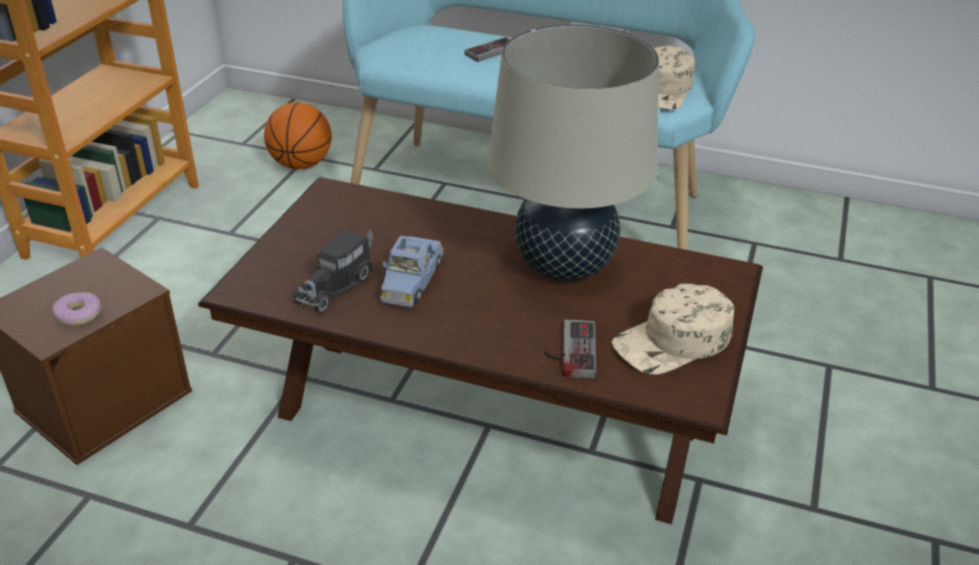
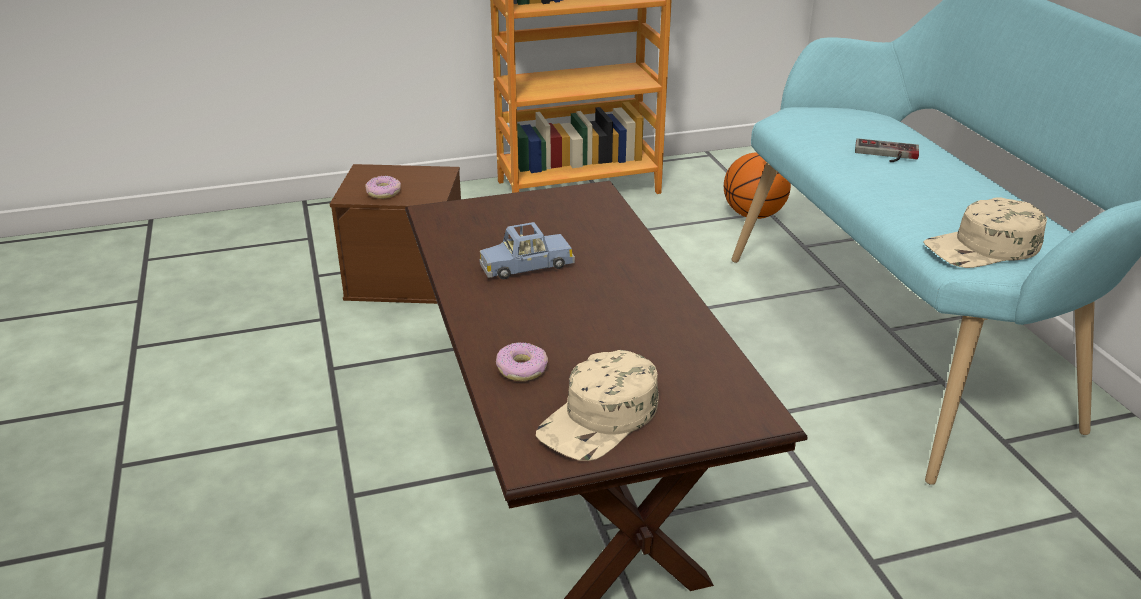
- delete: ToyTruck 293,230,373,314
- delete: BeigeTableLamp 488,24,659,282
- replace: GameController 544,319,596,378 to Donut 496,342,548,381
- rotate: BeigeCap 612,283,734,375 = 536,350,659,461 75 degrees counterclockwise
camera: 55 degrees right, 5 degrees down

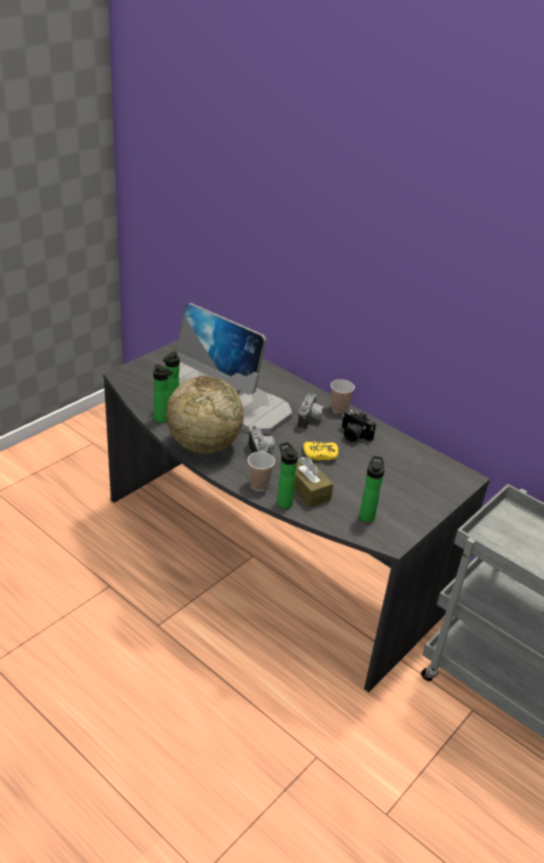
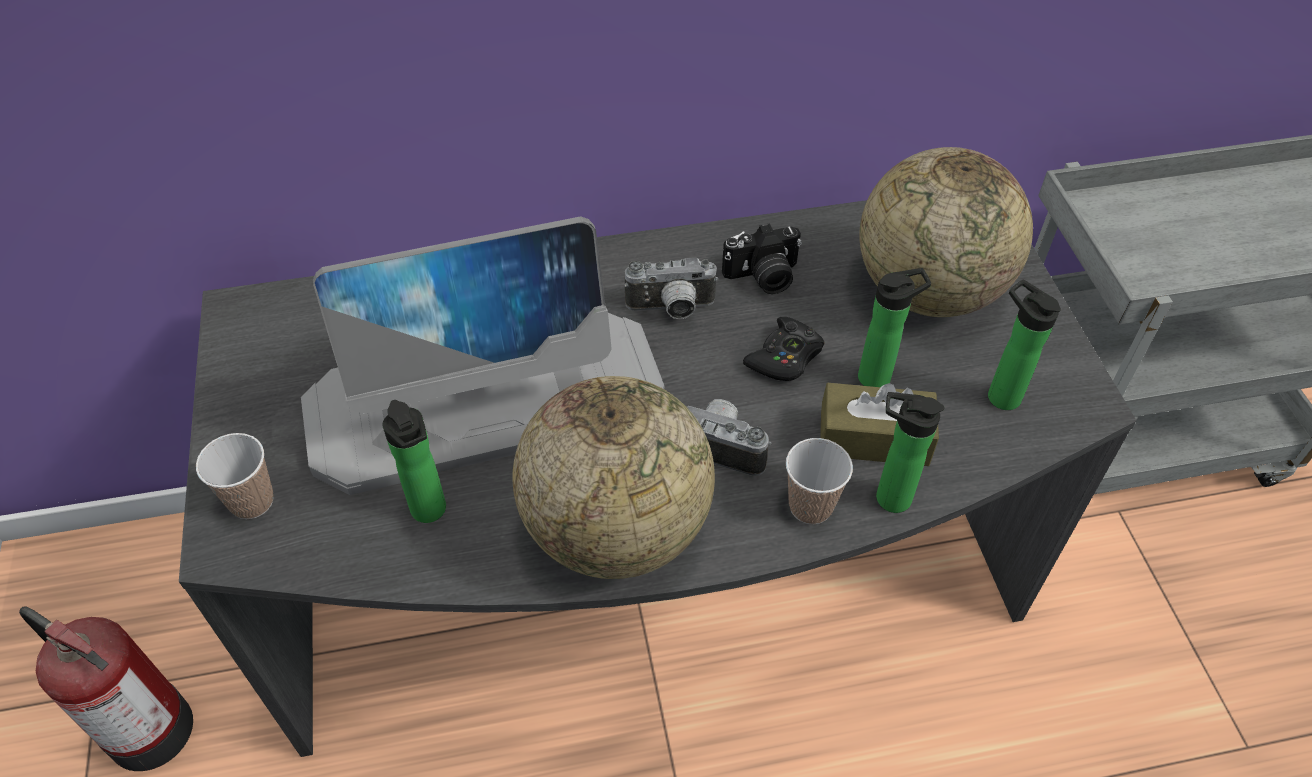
- insert: FireExtinguisher 19,606,193,771
- insert: Globe 859,147,1033,317
- move: Bottle 153,364,173,423 to 858,268,931,387
- move: Cup 331,379,355,413 to 196,433,273,519
- recolor: YellowGameController 303,441,338,461 to BlackGameController 743,317,825,381
- rotate: PhotoCamera 298,392,324,430 = 624,258,719,319 120 degrees clockwise
camera: 50 degrees left, 15 degrees up

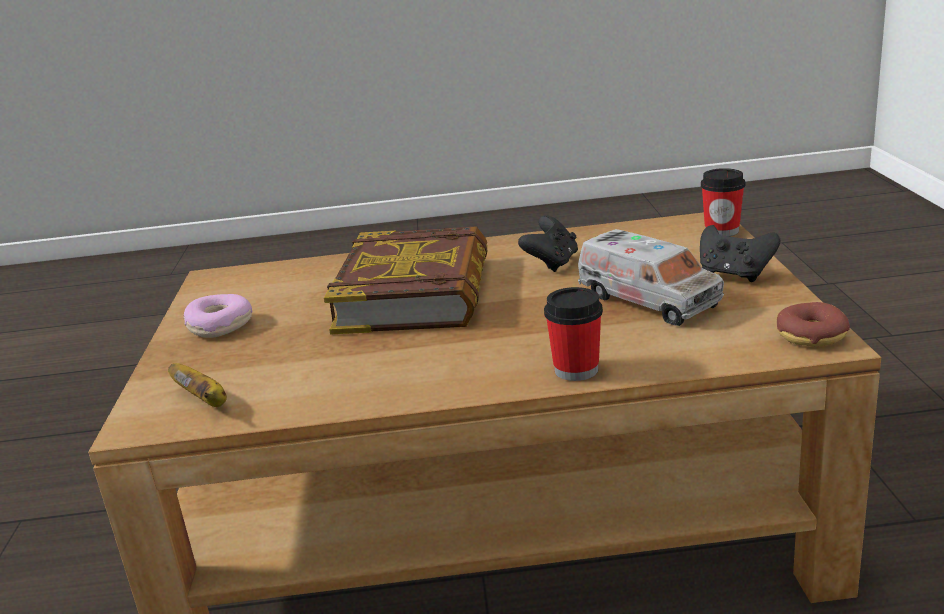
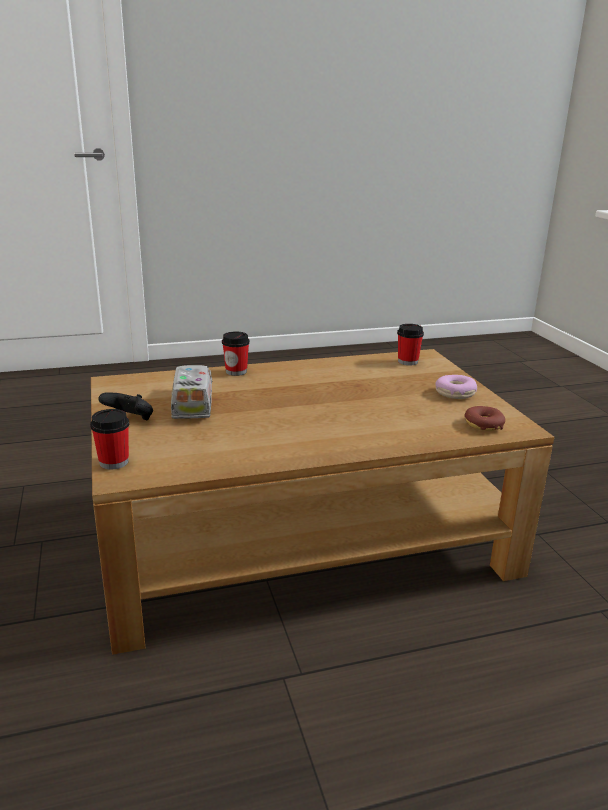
- delete: Book 324,226,487,335
- delete: BlackGameController 518,216,578,272
- move: Donut 777,302,850,346 to 464,406,506,431
- replace: Banana 168,363,227,407 to Cup 397,324,424,365
- rotate: ToyTruck 578,229,724,326 = 171,365,212,419 45 degrees clockwise
camera: 165 degrees right, 0 degrees up

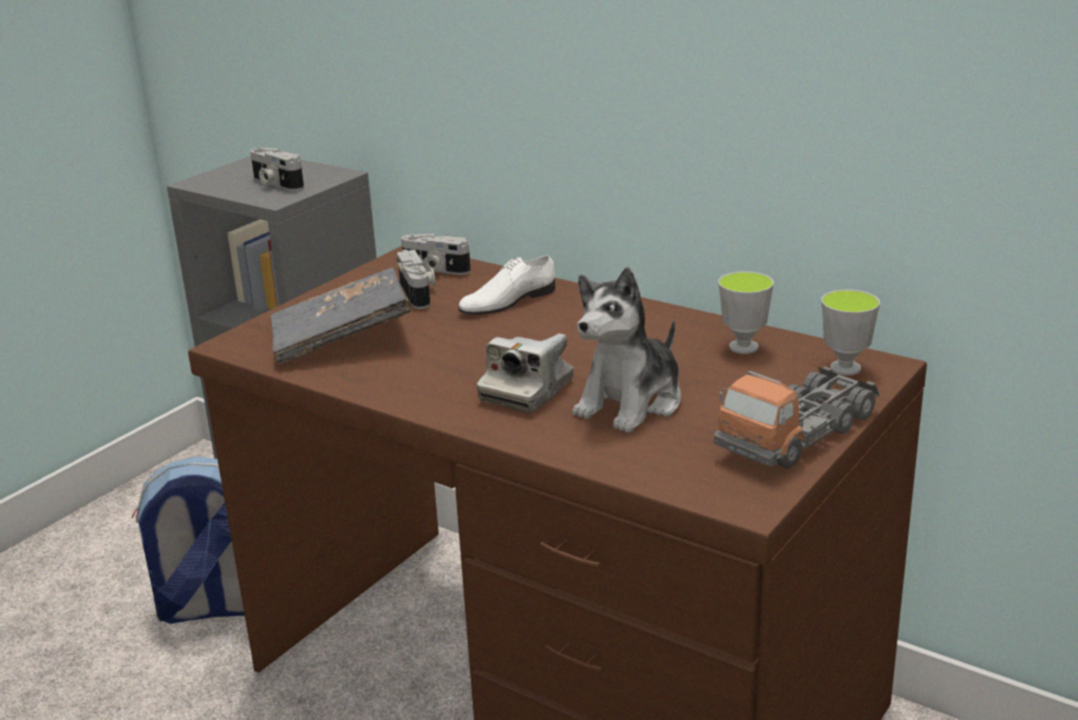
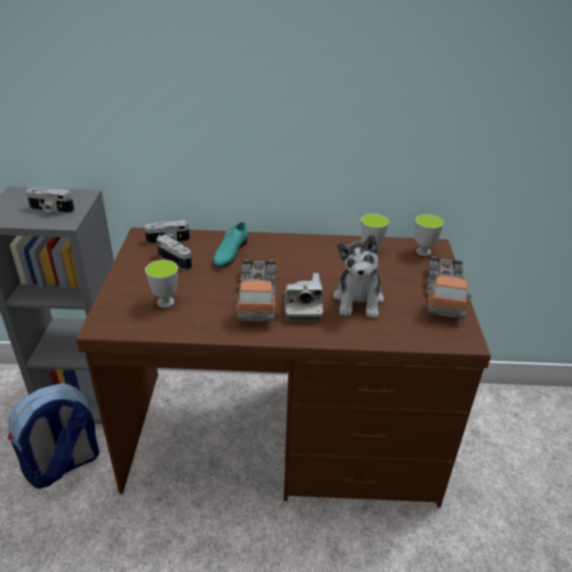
- insert: ToyTruck 235,260,277,321
- replace: GreyBook 270,268,411,364 to Cup 145,260,178,308
- recolor: WhiteShoe 458,255,555,315 to TurquoiseShoe 213,222,248,268
camera: 35 degrees left, 10 degrees up

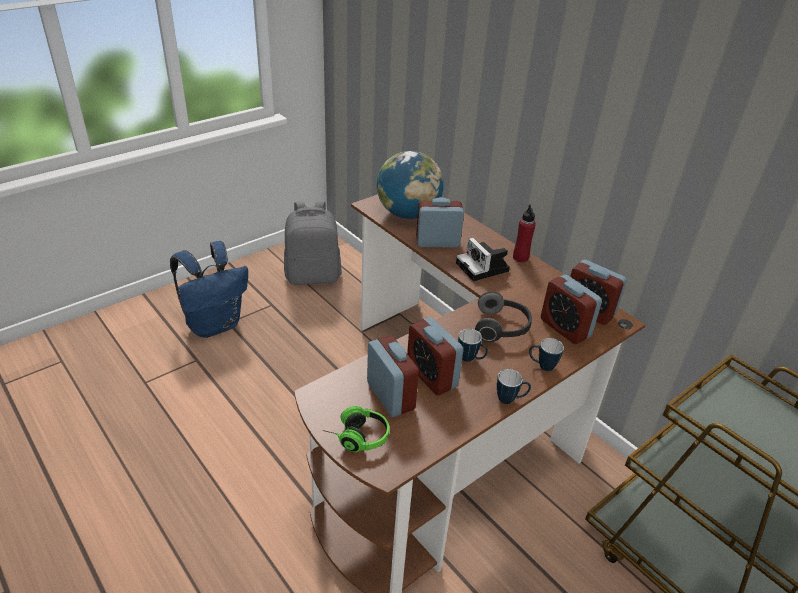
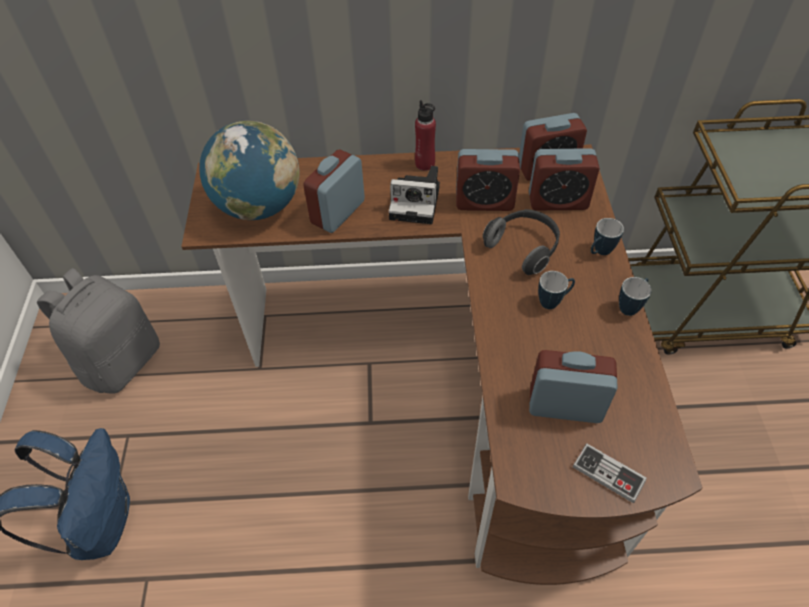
- move: AlarmClock 407,317,463,395 to 456,149,520,211
- replace: Headphones 322,406,389,452 to GameController 573,443,647,503
camera: 50 degrees left, 15 degrees up

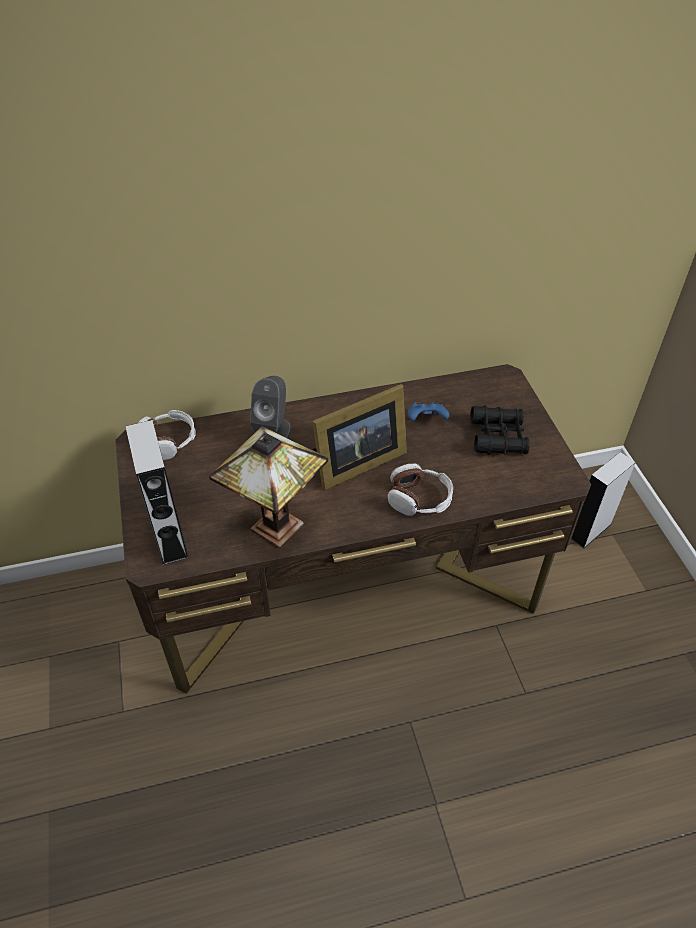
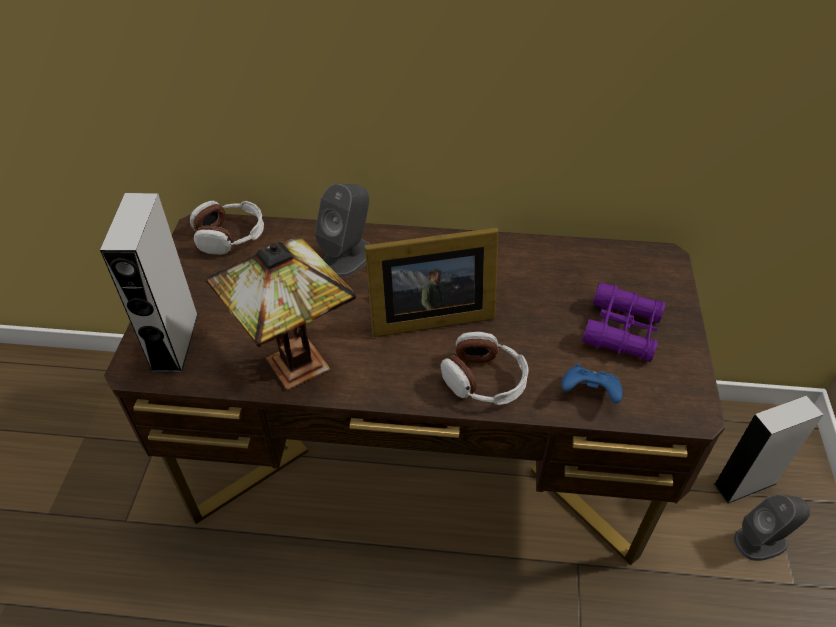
- insert: GreySpeaker 734,494,810,561
- move: BlueGameController 408,402,449,421 to 561,364,623,403
- recolor: BlackBinoculars 470,405,530,455 to PurpleBinoculars 582,283,666,362
camera: 20 degrees right, 0 degrees up

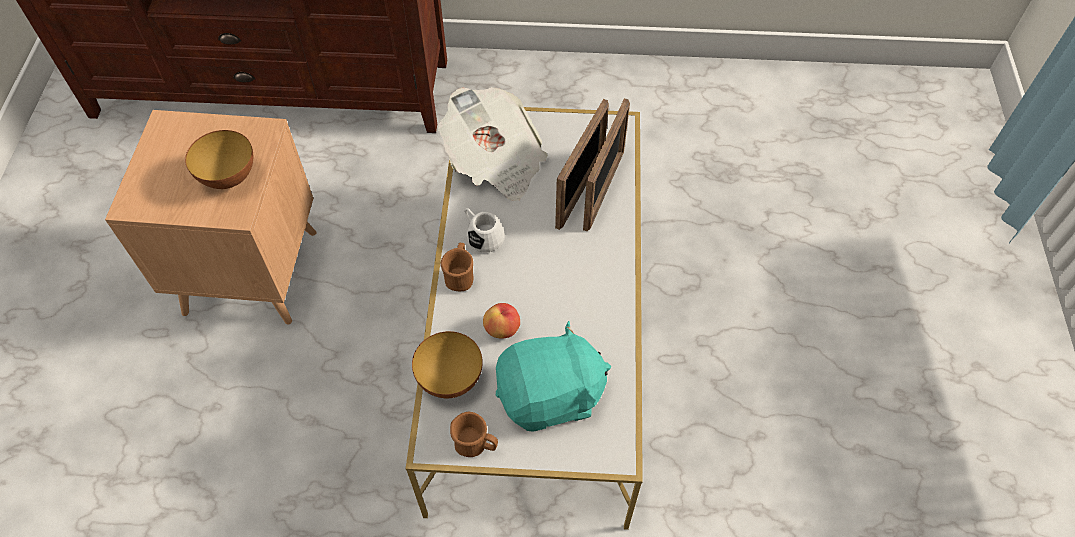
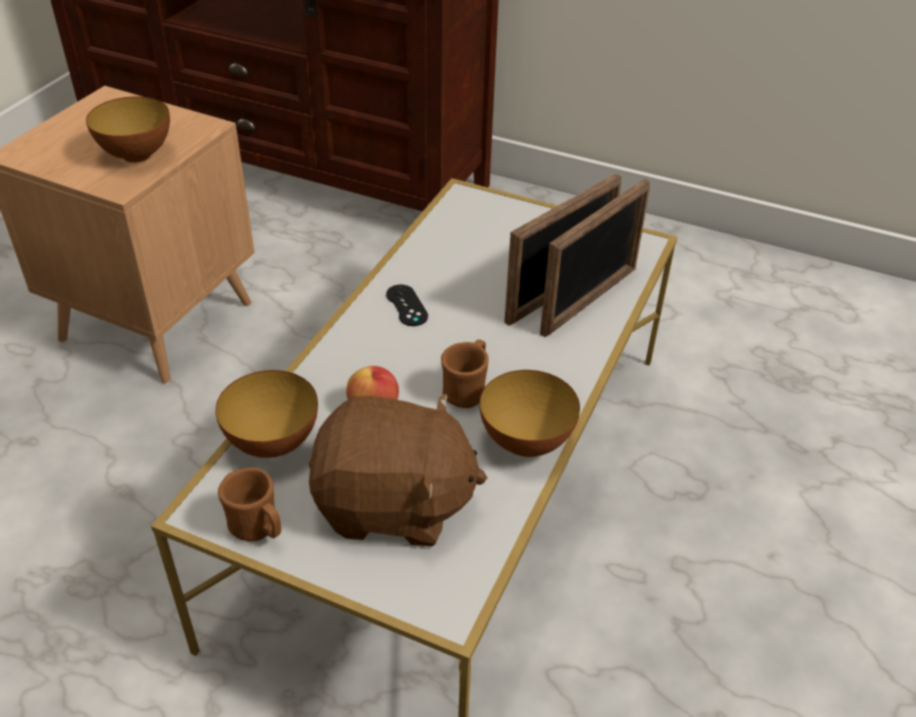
- delete: Newspaper 438,87,548,201
- insert: Bowl 480,370,580,457
- move: BrownMug 441,243,473,291 to 441,339,489,408
- replace: WhiteMug 465,208,505,253 to BlackGameController 386,285,428,326
- recolor: TurquoisePlushToy 496,321,611,432 to BrownPlushToy 309,393,487,546
camera: 20 degrees right, 15 degrees down

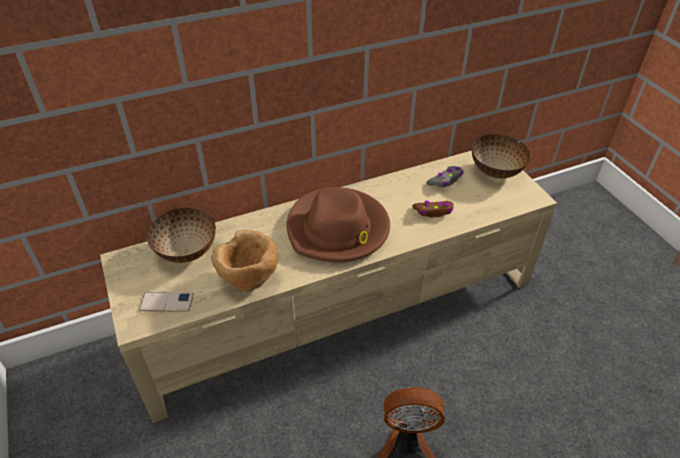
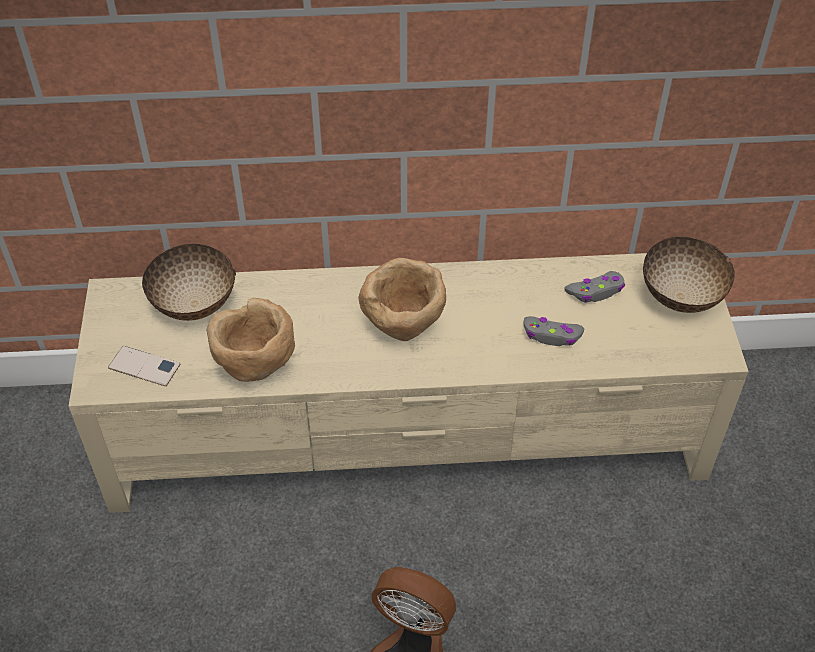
- replace: BrownHat 287,187,390,263 to BrownBowl 359,258,446,341
- recolor: BrownGameController 412,201,454,217 to GreyGameController 524,316,584,346
camera: 20 degrees right, 5 degrees up

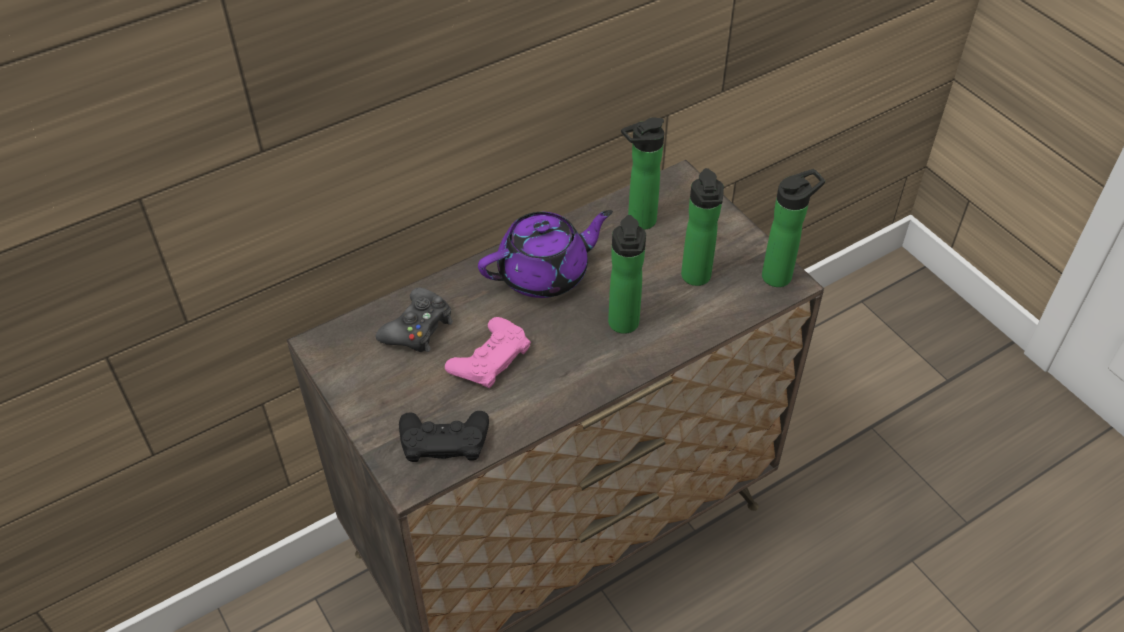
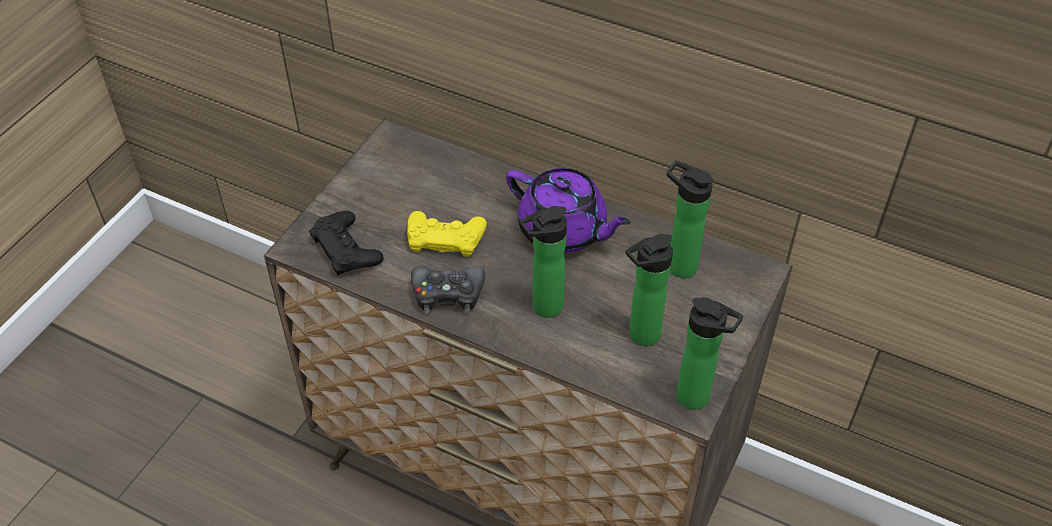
- move: BlackGameController 376,288,453,352 to 411,266,485,314
- recolor: PinkGameController 445,317,531,388 to YellowGameController 407,211,487,257
camera: 60 degrees right, 0 degrees up

